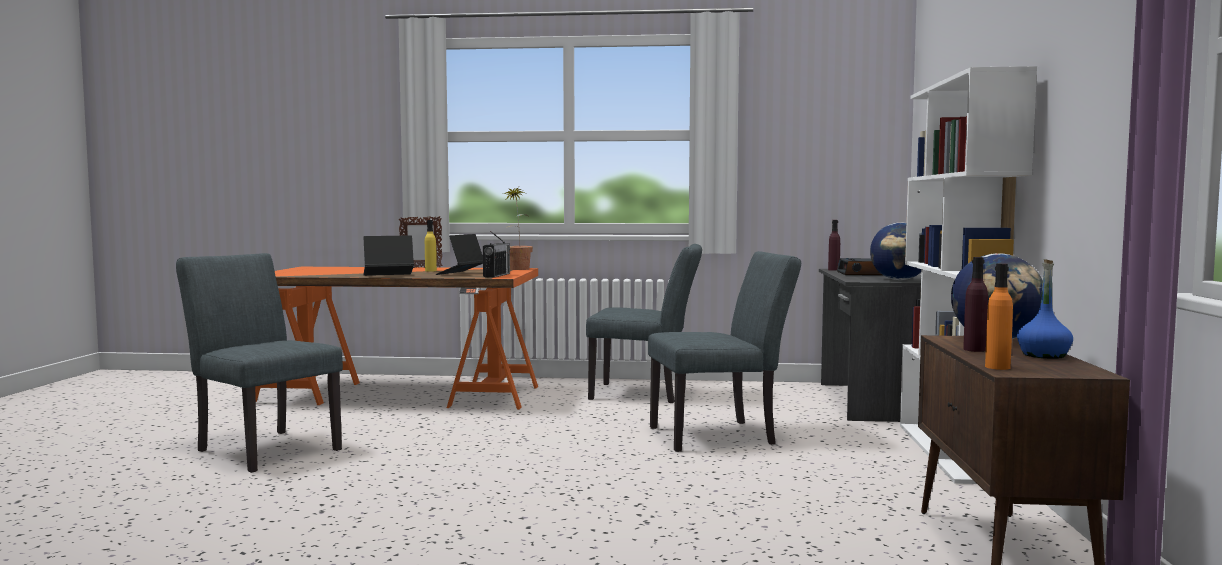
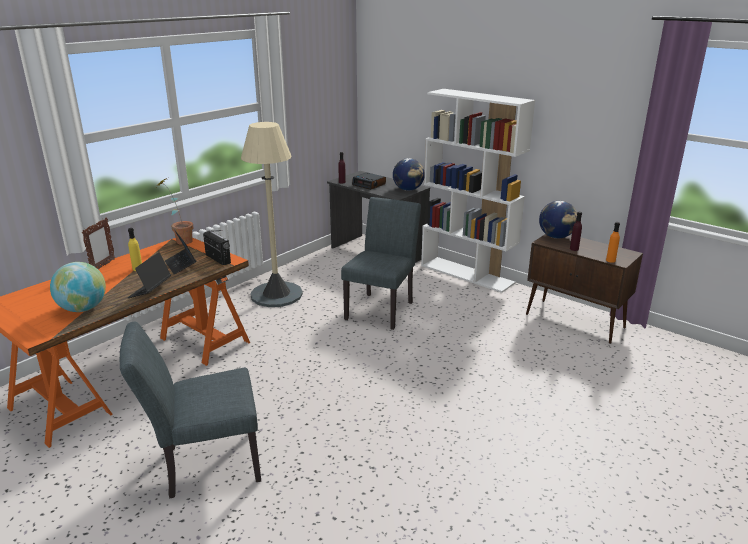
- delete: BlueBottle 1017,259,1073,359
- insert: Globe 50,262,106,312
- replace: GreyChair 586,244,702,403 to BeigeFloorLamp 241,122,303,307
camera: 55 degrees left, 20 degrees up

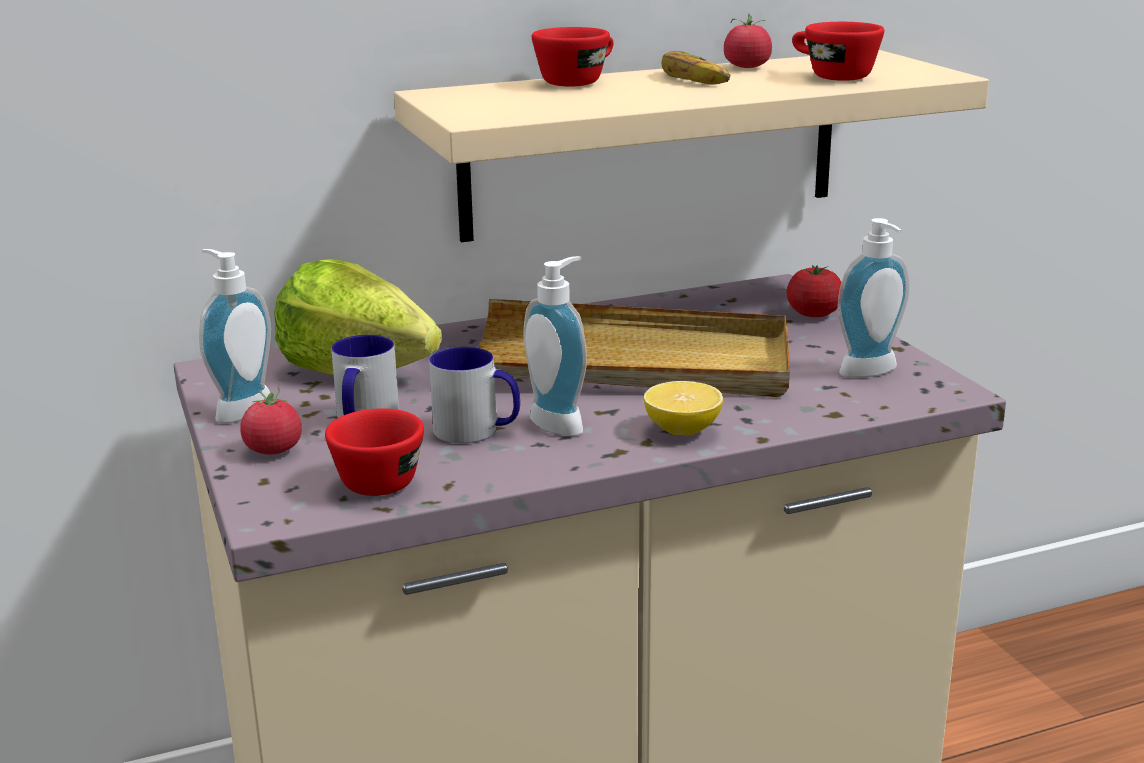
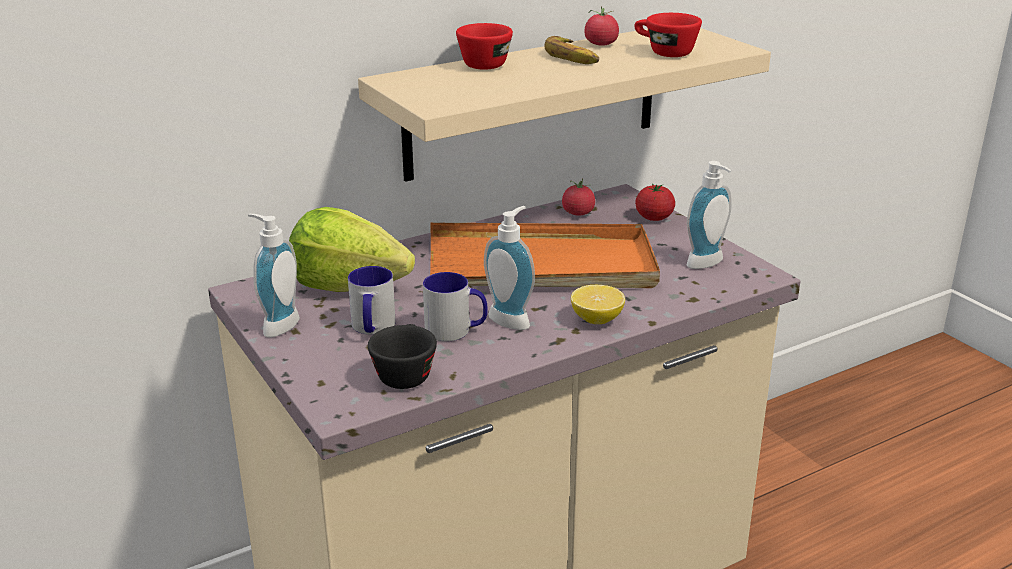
- move: Tomato 240,387,302,454 to 562,178,595,216
- recolor: RedCup 325,408,424,496 to BlackCup 368,324,437,389
- recolor: BeigeTray 478,299,790,397 to OrangeTray 430,223,660,288
camera: 10 degrees left, 5 degrees up

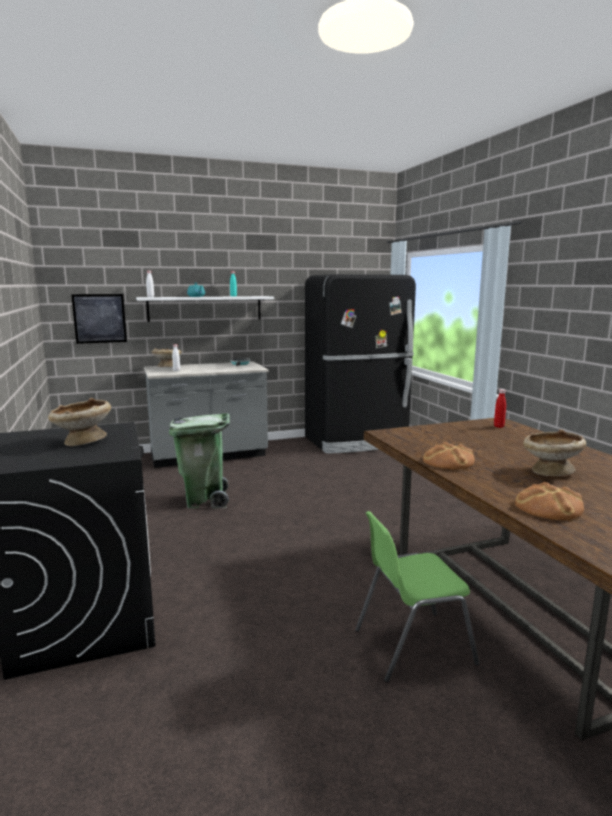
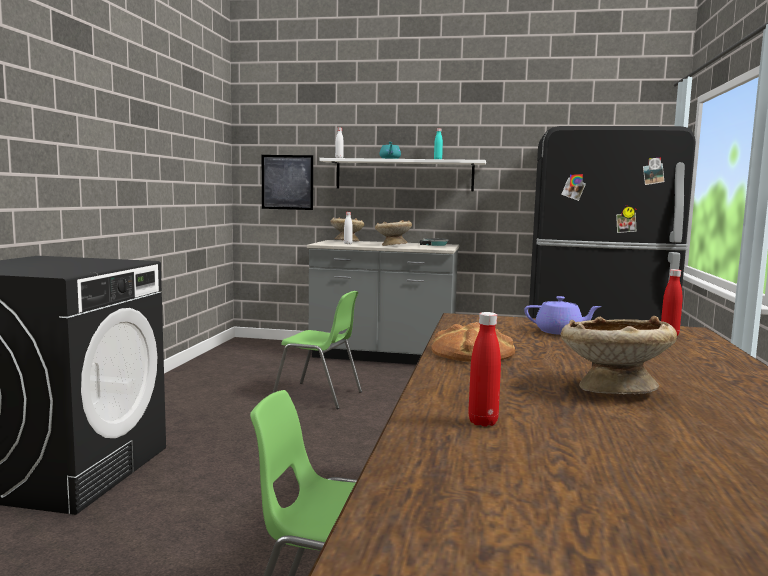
- insert: PurpleTeapot 524,296,602,335
- move: BeigeBowl 48,398,111,446 to 375,220,412,246
- replace: GreenTrashCan 169,413,230,509 to GreenChair 273,291,362,409
- replace: Bread 515,482,584,520 to RedBottle 468,312,501,427
camera: 30 degrees right, 5 degrees down

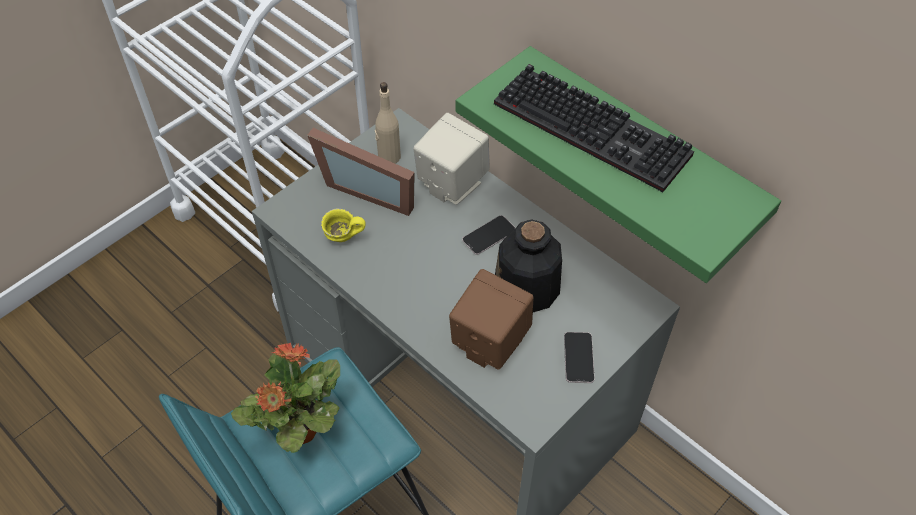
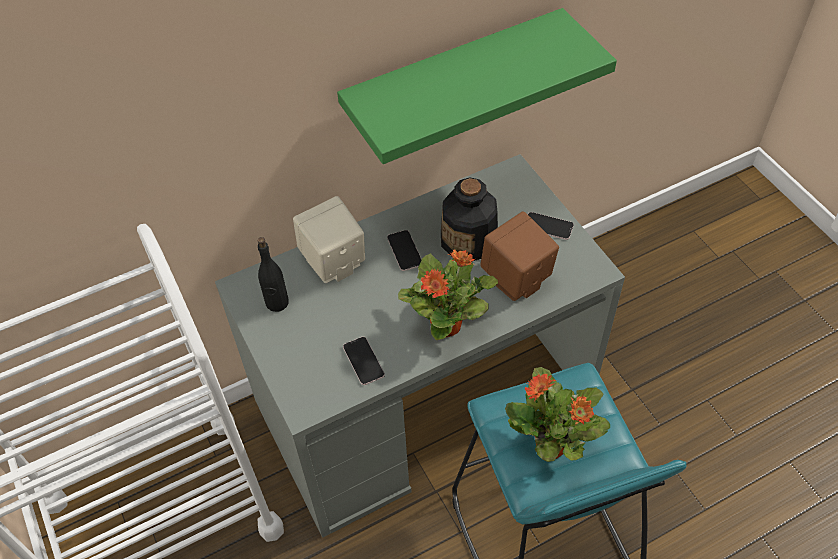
- delete: PictureFrame 307,128,415,216
- delete: Keyboard 494,64,694,192
- insert: PottedPlant 398,249,498,340
- replace: YellowMug 321,208,366,242 to Phone 343,337,385,385
- recolor: BeigeBottle 375,82,401,164 to BlackBottle 258,237,289,312
camera: 70 degrees left, 0 degrees up

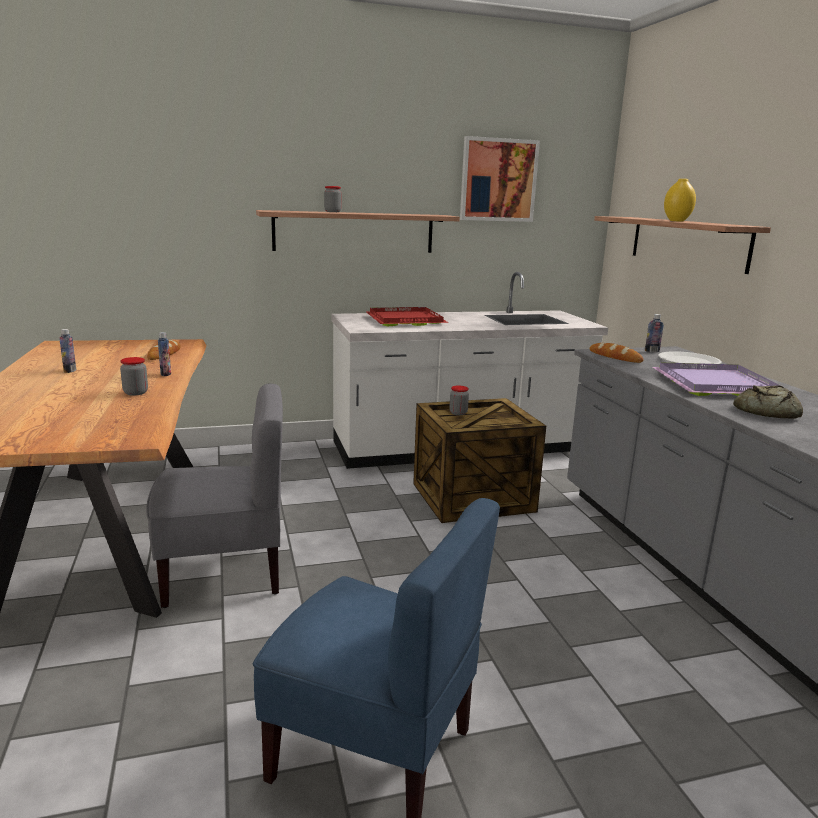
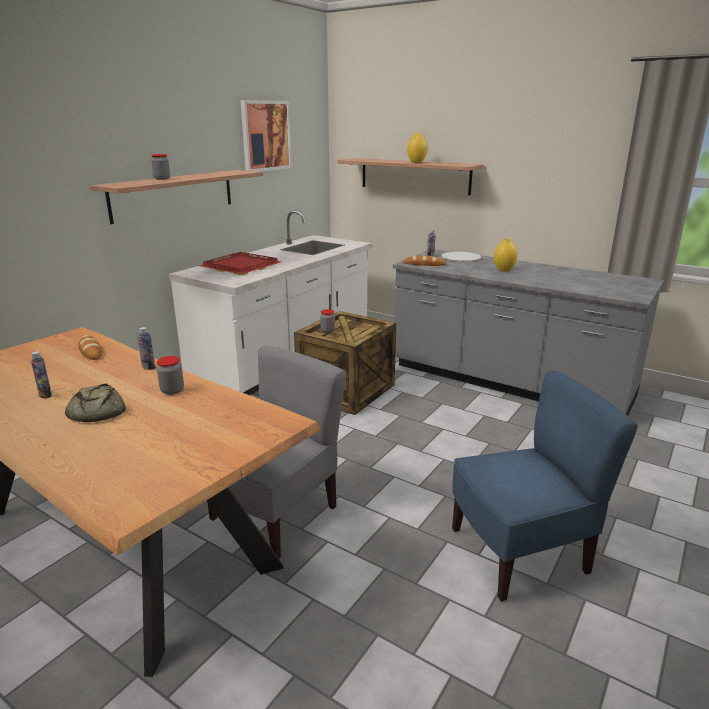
- move: Bread 733,385,803,419 to 65,384,126,422
- replace: PurpleTray 652,362,783,396 to YellowVase 494,239,517,272
camera: 40 degrees left, 5 degrees up

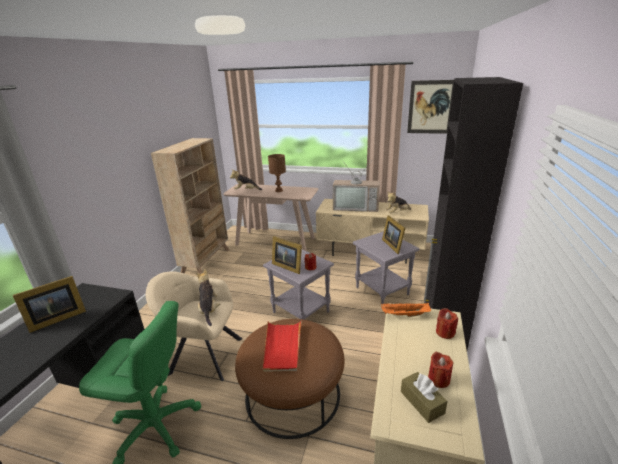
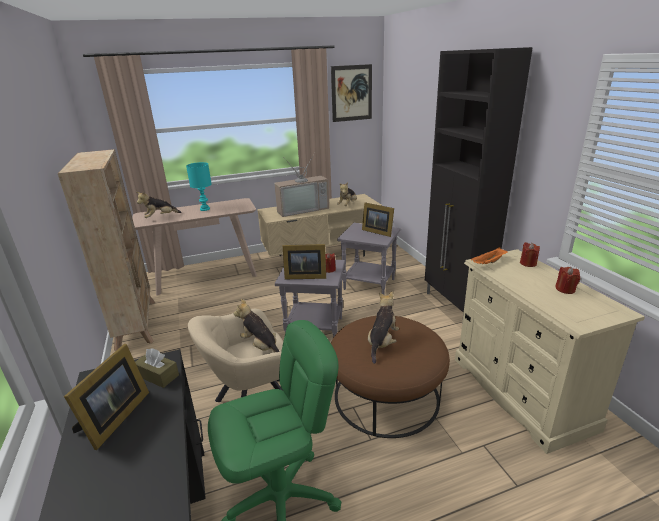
- move: BrownTissueBox 401,372,448,423 to 135,348,179,388
- replace: RedTray 263,320,302,372 to PlushToy 368,291,399,364
- recolor: BrownTableLamp 268,154,286,192 to TurquoiseTableLamp 186,162,212,211
camera: 35 degrees left, 0 degrees up

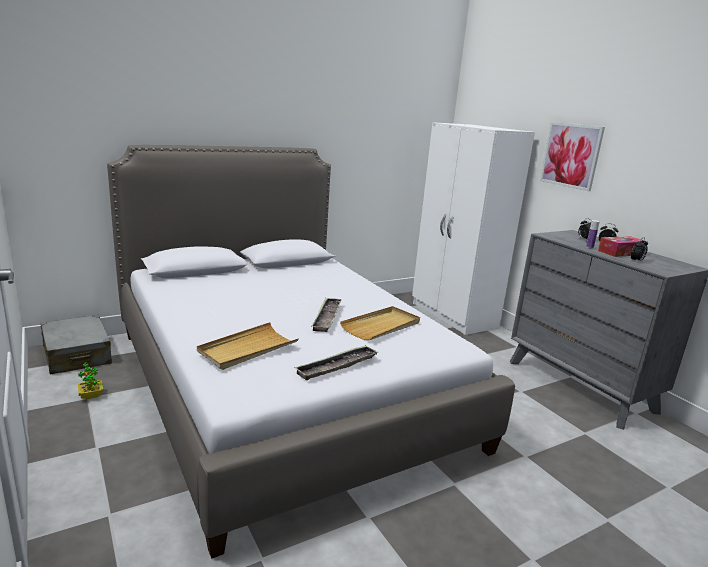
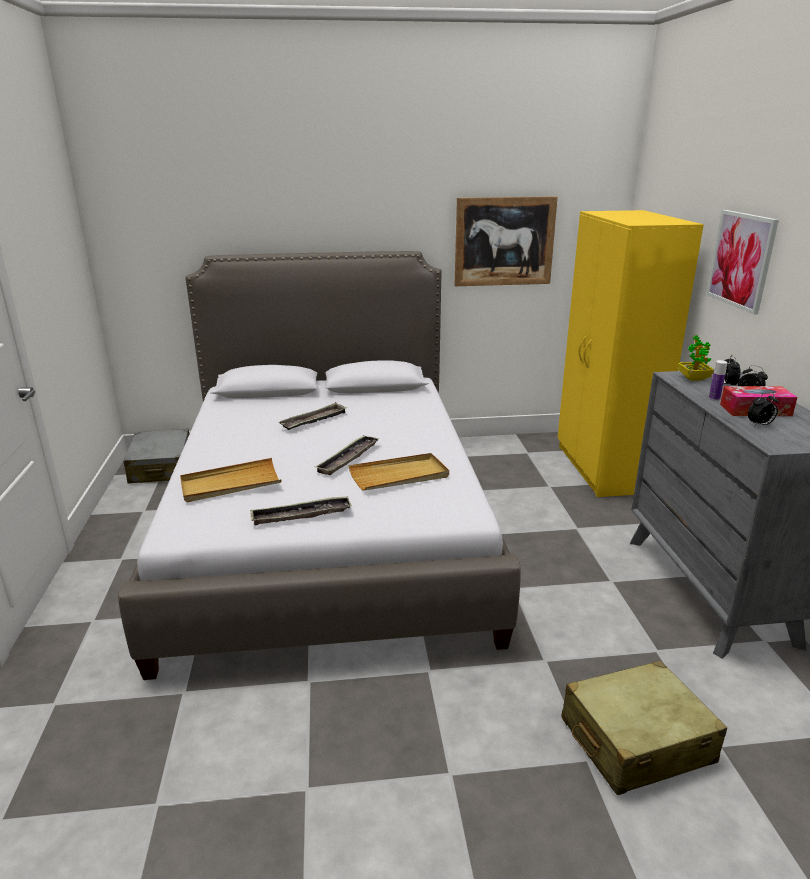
- insert: Tray 278,402,347,430
- insert: Picture 454,196,558,286
- insert: BeigeSuitcase 561,660,727,795
- move: PottedPlant 78,363,103,399 to 677,335,714,381
- recolor: WhiteWardrobe 412,122,535,335 to YellowWardrobe 557,210,704,497
camera: 25 degrees right, 5 degrees up

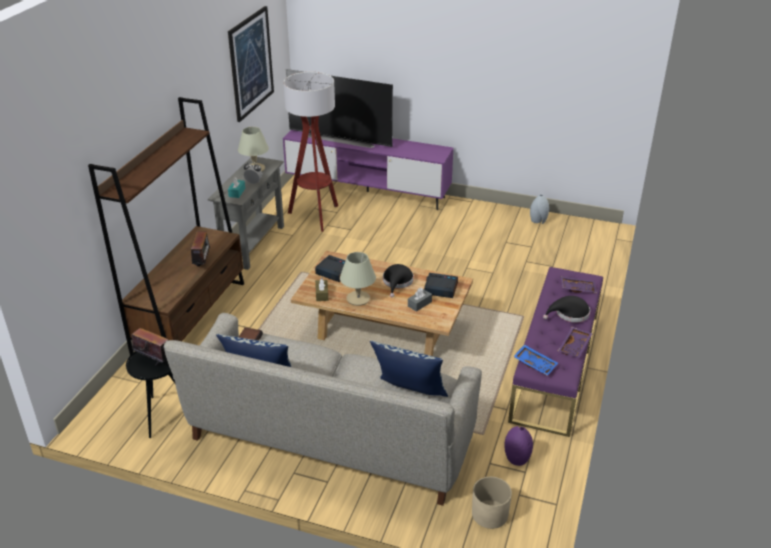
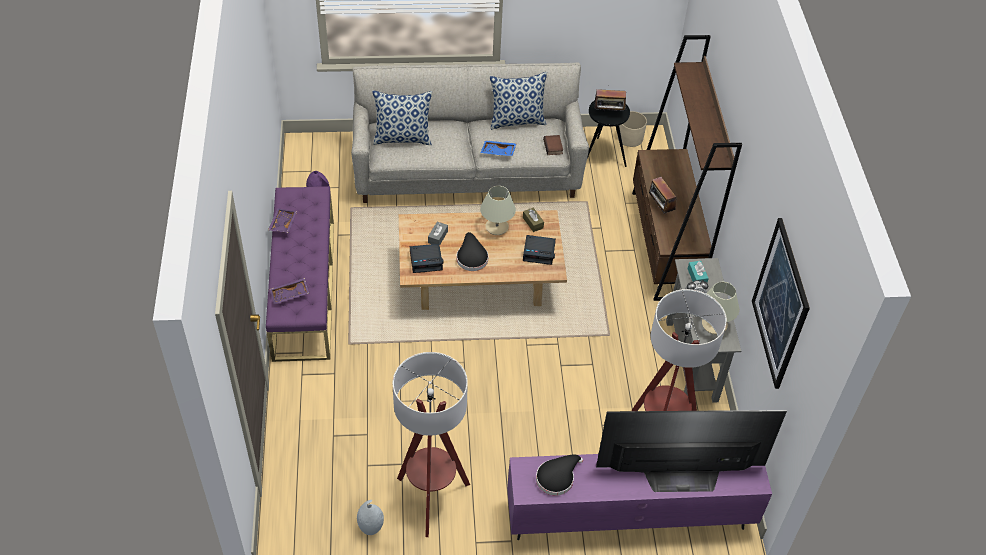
- insert: FloorLamp 393,352,470,537
- move: BeigePlanter 472,477,512,529 to 618,111,647,147
- move: BlueTray 513,344,558,376 to 480,140,517,156
- move: BlackHat 543,296,590,323 to 536,454,583,495
camera: 155 degrees right, 15 degrees up

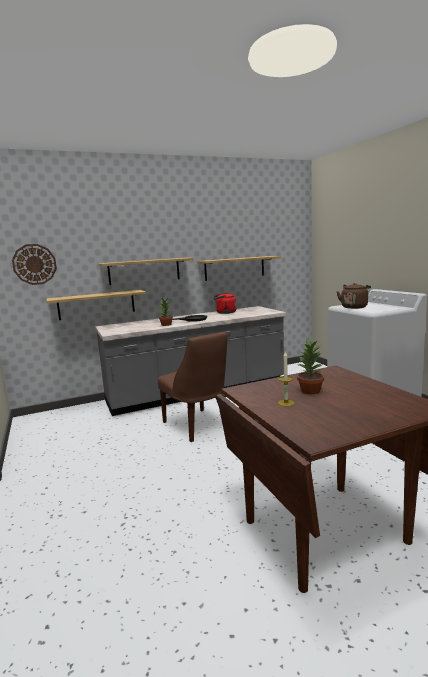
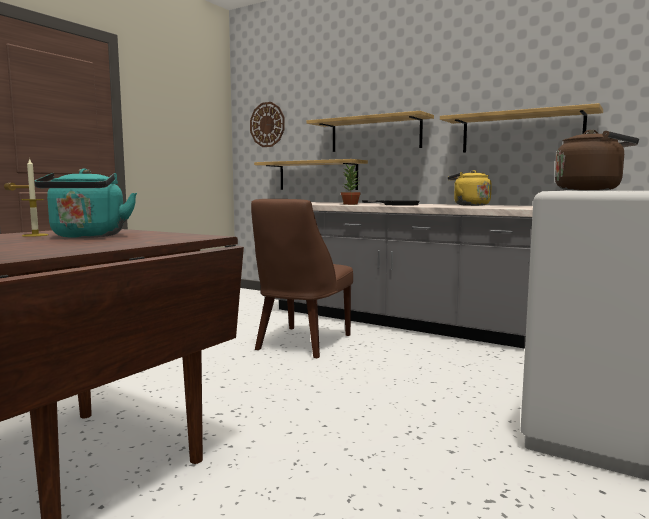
- replace: PottedPlant 297,340,324,394 to TurquoiseKettle 34,169,137,238
- recolor: RedKettle 214,293,237,314 to YellowKettle 448,170,492,206
camera: 55 degrees right, 5 degrees down

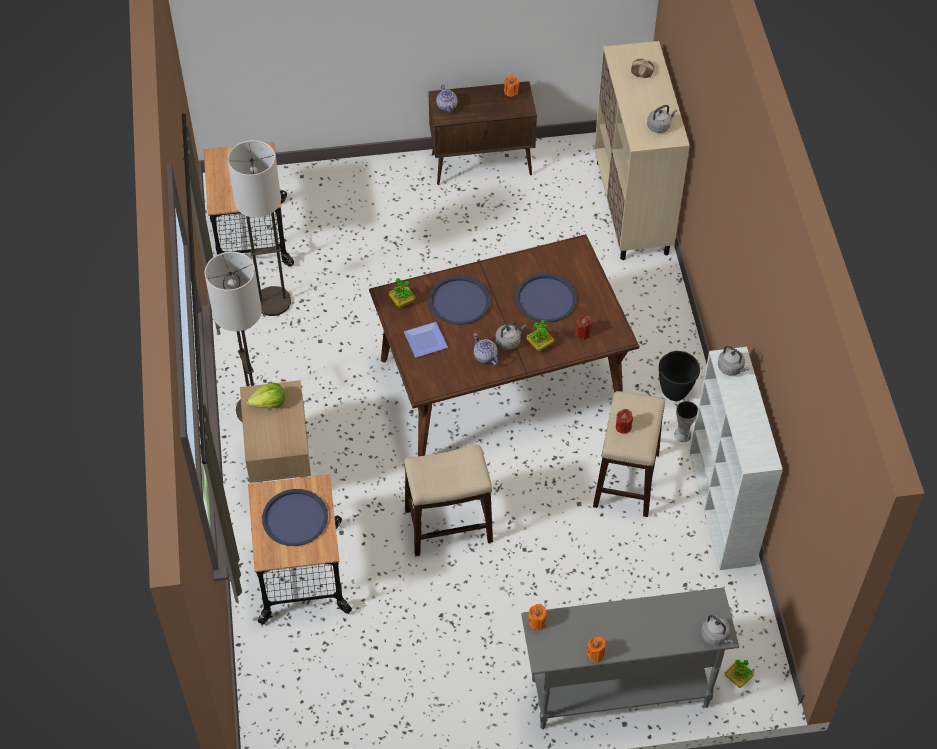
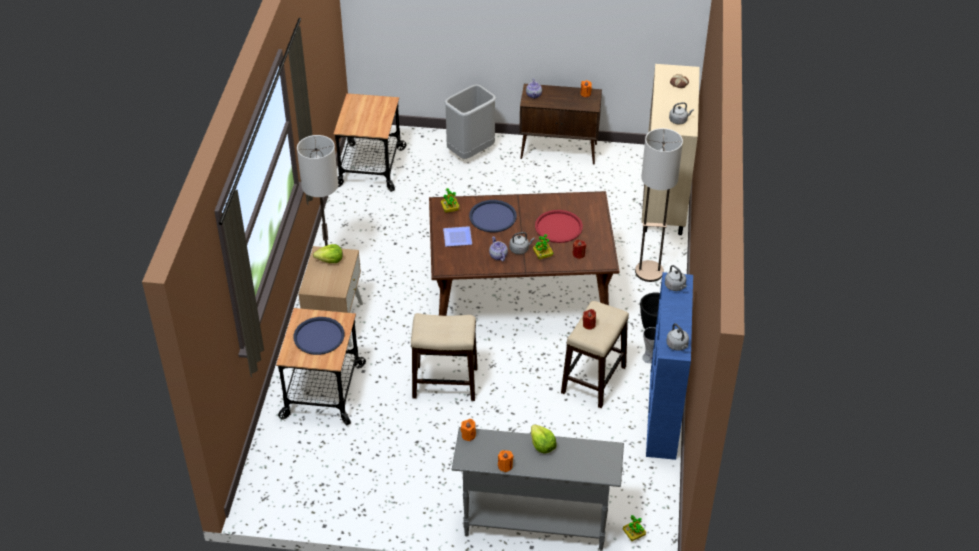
- insert: GreyTrashCan 444,84,496,159
- insert: Lettuce 531,424,557,453
- move: FloorLamp 228,140,291,316 to 635,128,683,282
- move: GreyKettle 701,615,733,645 to 666,323,689,351
- recolor: BlueTray 516,274,577,322 to RedTray 535,210,583,243
- recolor: WhiteBookcase 690,347,783,570 to BlueBookcase 646,272,693,460
camera: 15 degrees right, 10 degrees down

